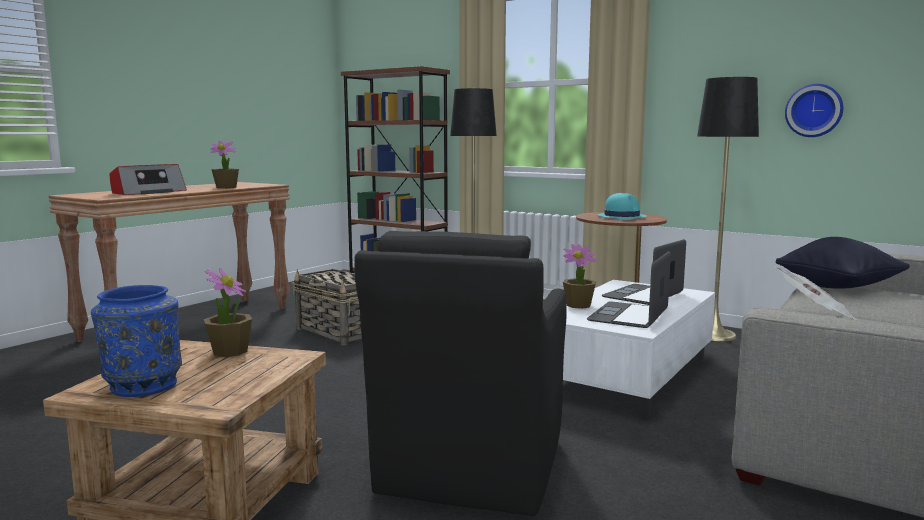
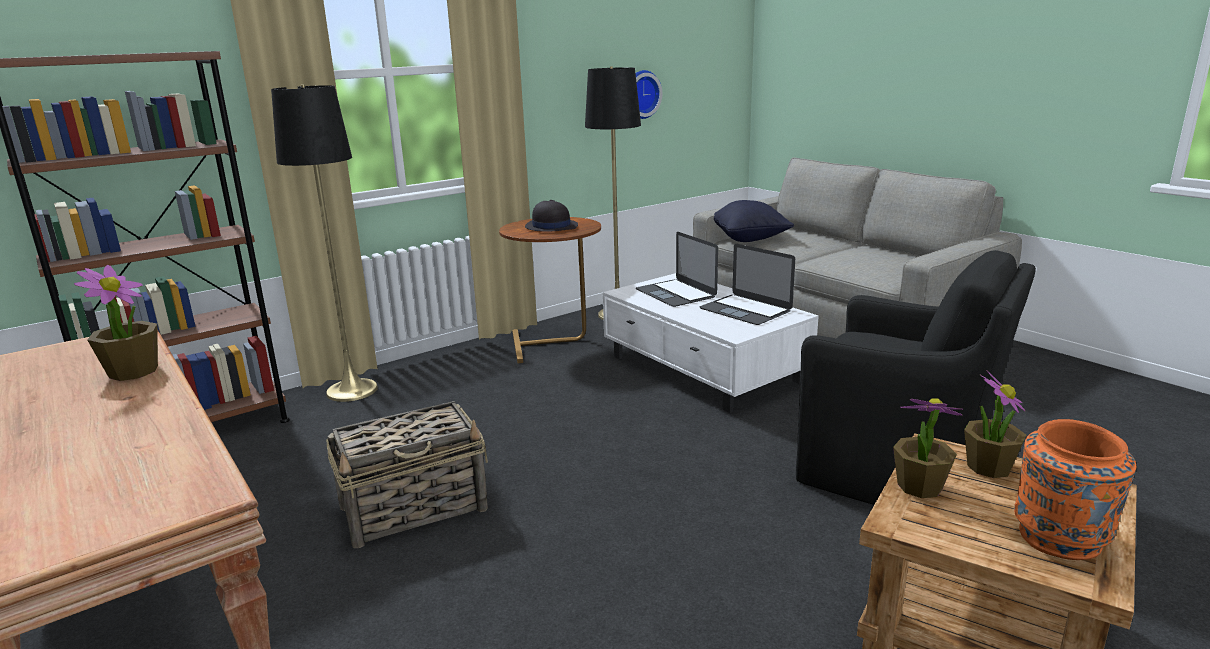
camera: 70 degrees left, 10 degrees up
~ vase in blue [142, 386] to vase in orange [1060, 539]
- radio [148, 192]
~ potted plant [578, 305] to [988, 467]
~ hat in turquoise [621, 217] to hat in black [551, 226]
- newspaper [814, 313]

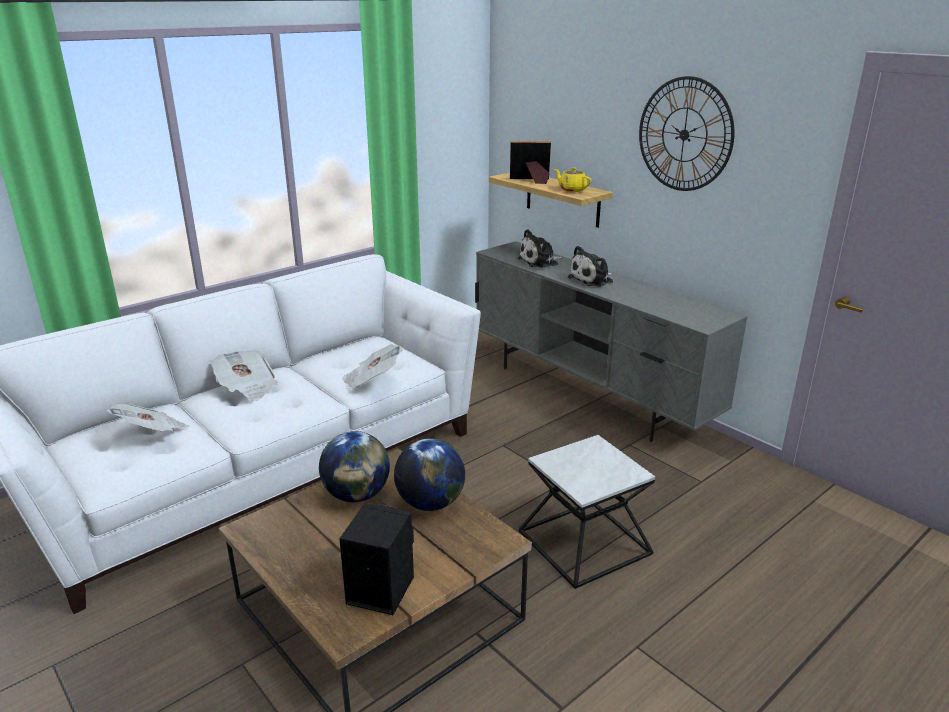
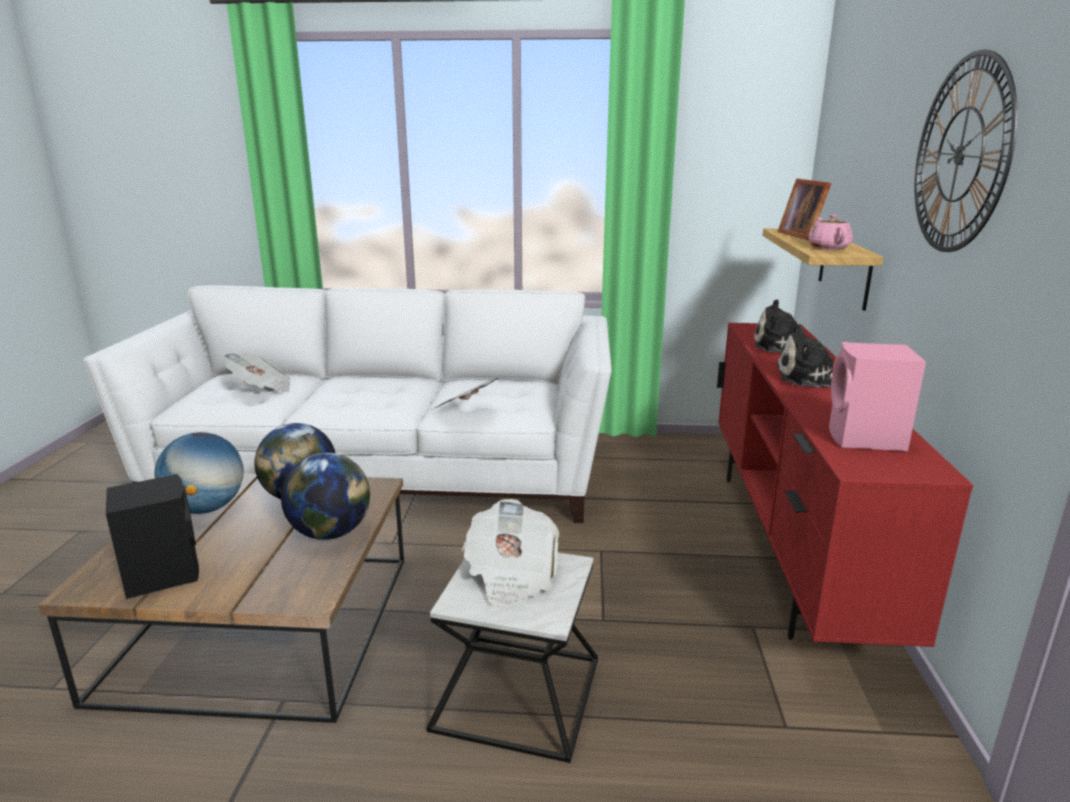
camera: 45 degrees right, 5 degrees down
~ newspaper [247, 387] to [511, 575]
~ tv stand in grey [589, 394] to tv stand in red [791, 548]
~ picture frame [531, 180] = [802, 236] 150 degrees counterclockwise
~ teapot in yellow [572, 190] to teapot in pink [828, 247]
+ globe [206, 508]
+ speaker in pink [866, 439]

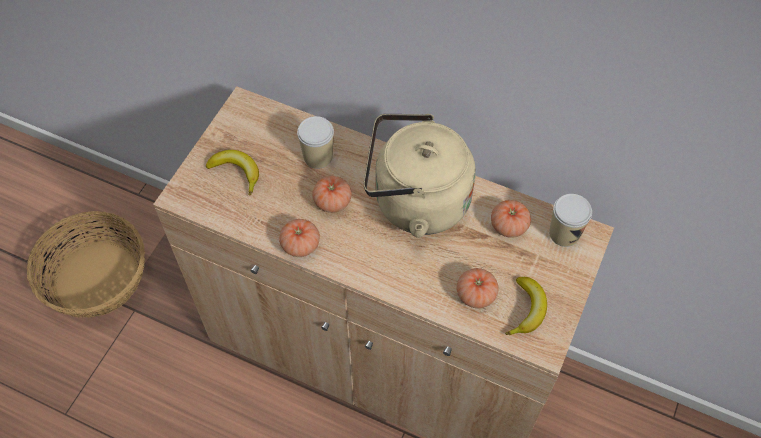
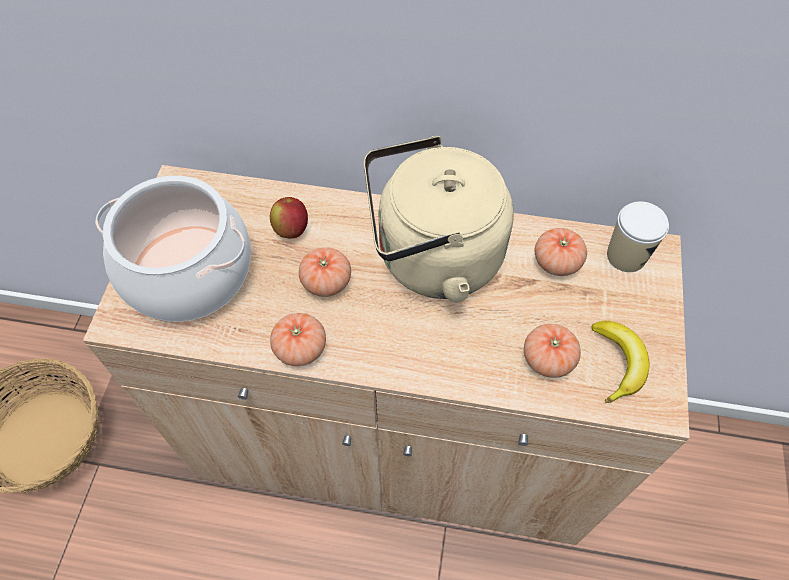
camera: 15 degrees left, 0 degrees up
~ banana [236, 172] to cooking pot [189, 272]
~ cup [318, 157] to apple [291, 229]

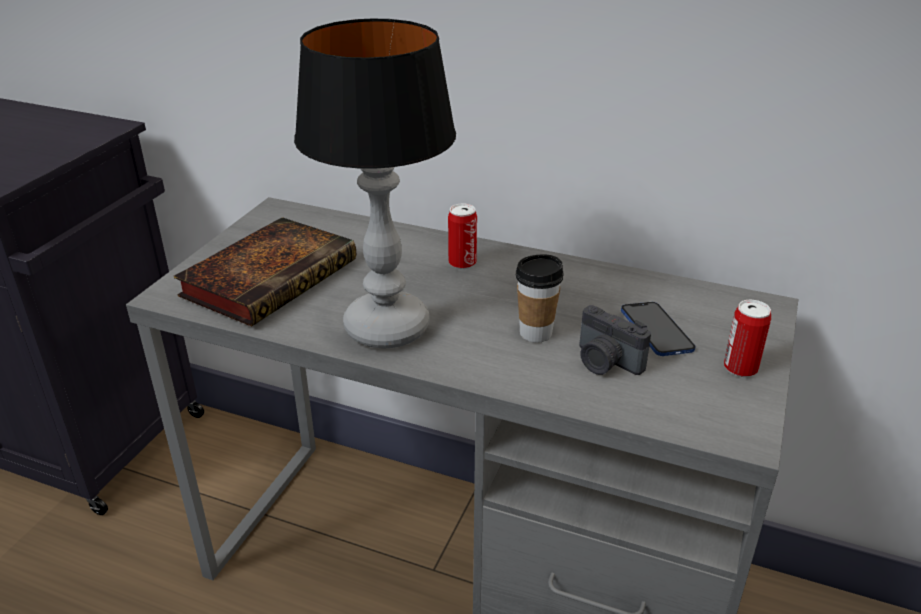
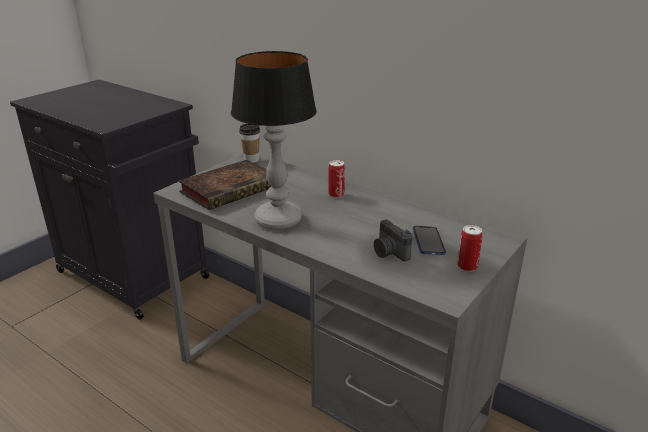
camera: 15 degrees right, 5 degrees down
~ cup [535, 333] to [251, 160]

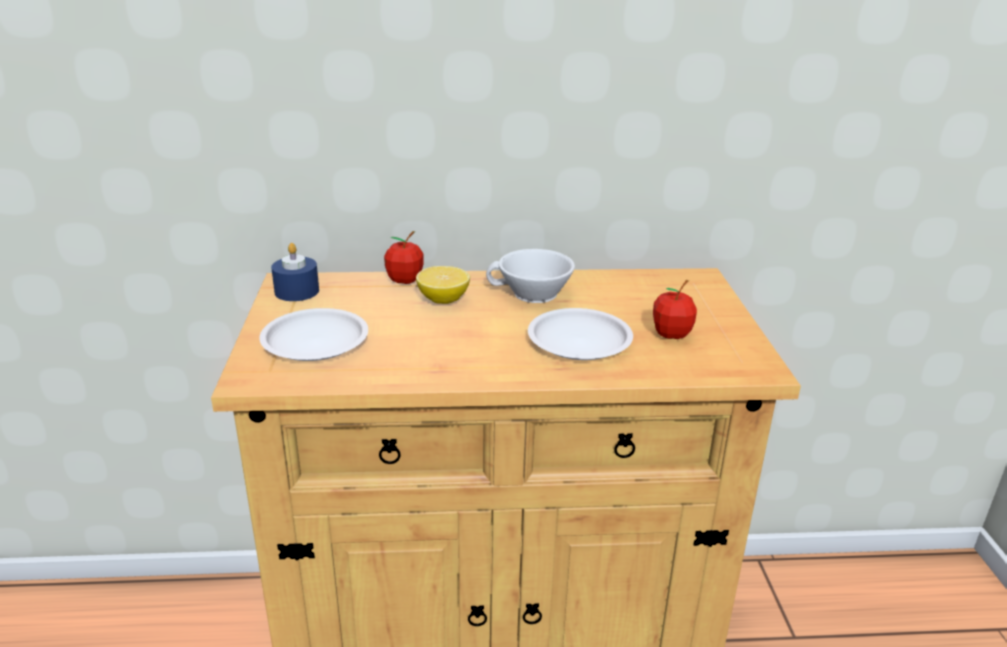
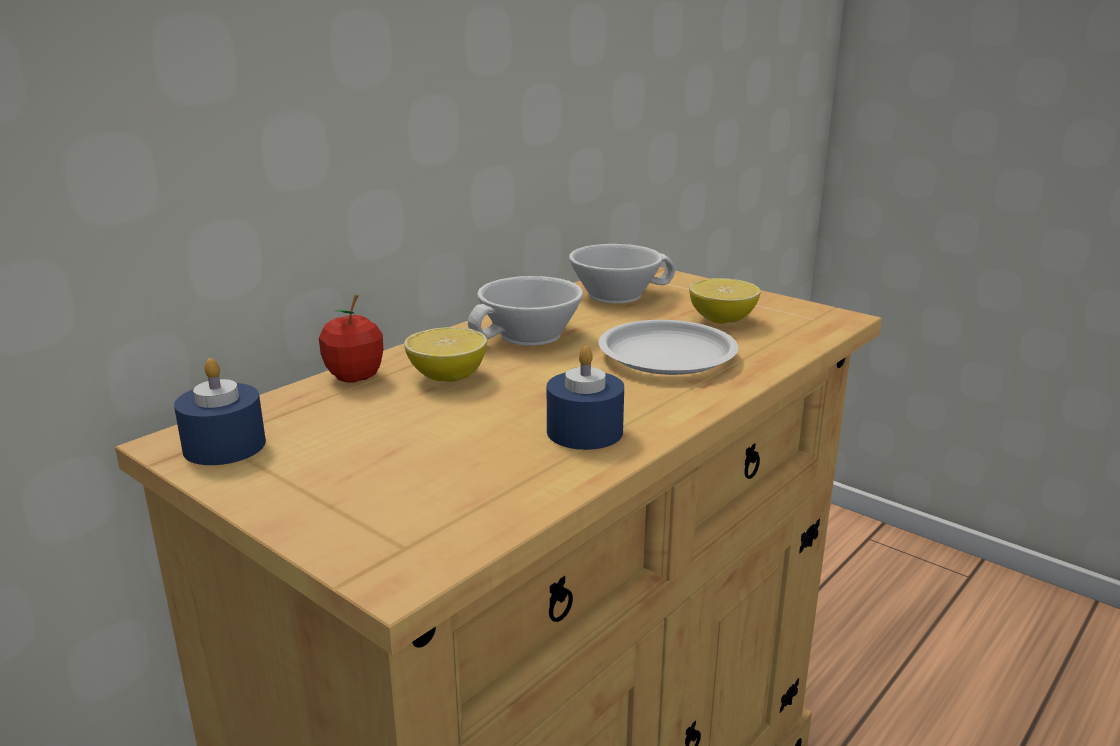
camera: 45 degrees left, 5 degrees down
- plate in white [316, 341]
~ apple [671, 334] to lemon [722, 320]
+ candle in blue [584, 431]
+ cup in white [616, 293]

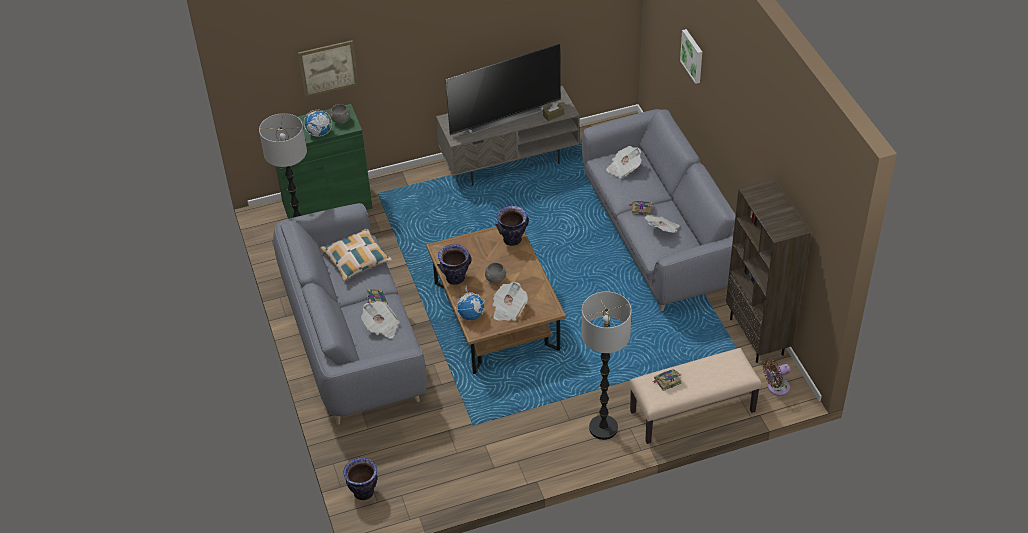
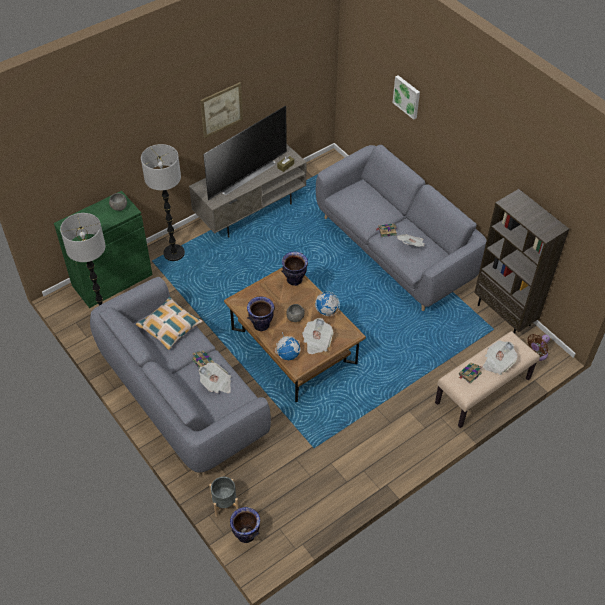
camera: 20 degrees left, 5 degrees up
~ picture [328, 68] to [221, 110]
~ globe [319, 133] to [326, 311]
~ floor lamp [603, 428] to [174, 253]
~ newspaper [623, 169] to [497, 362]
+ planter in grey [225, 503]

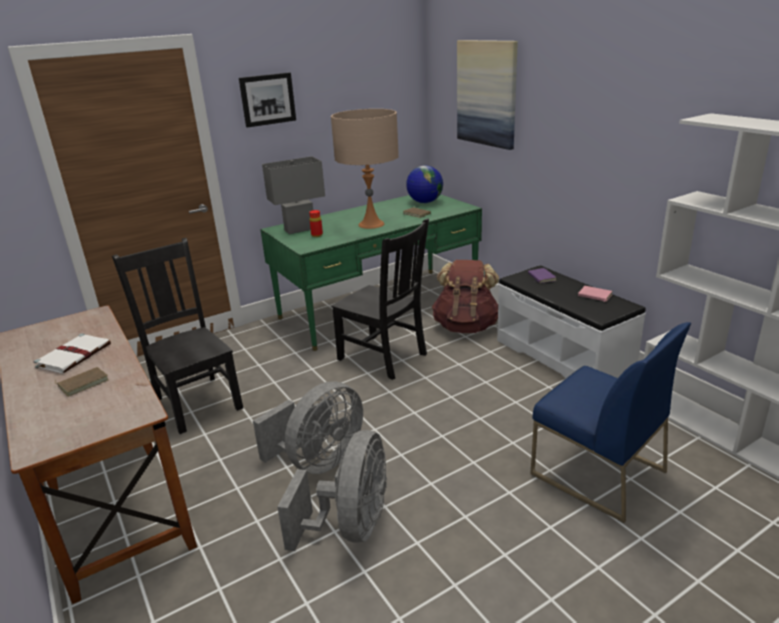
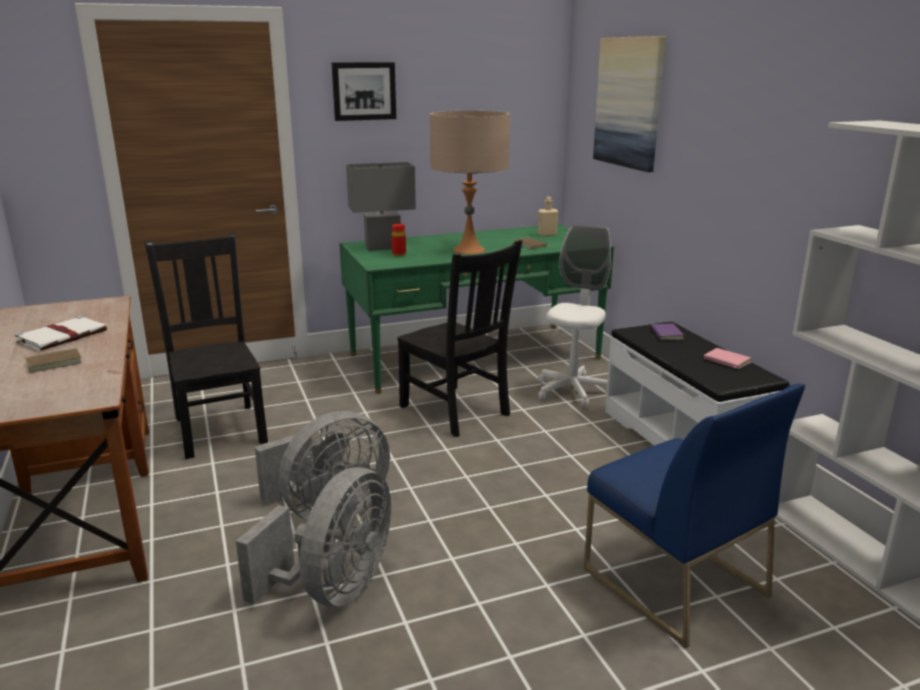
camera: 10 degrees right, 5 degrees down
~ globe [425, 202] to bottle in beige [547, 235]
~ backpack in brown [466, 326] to office chair in white [572, 391]

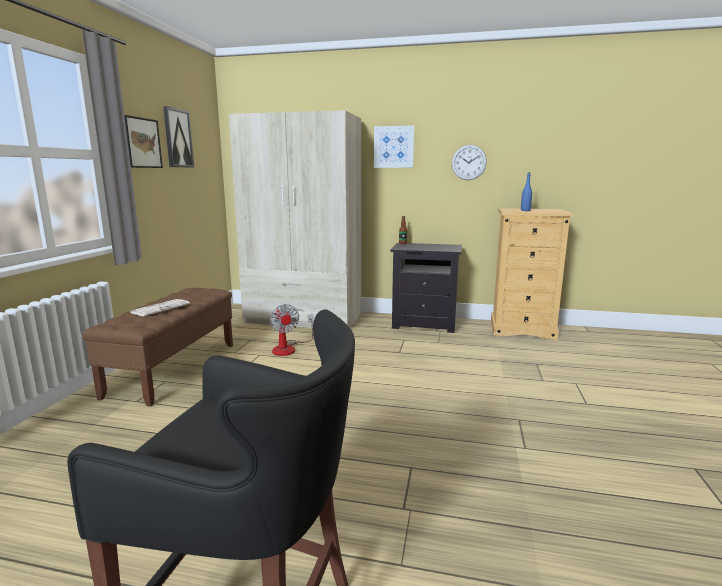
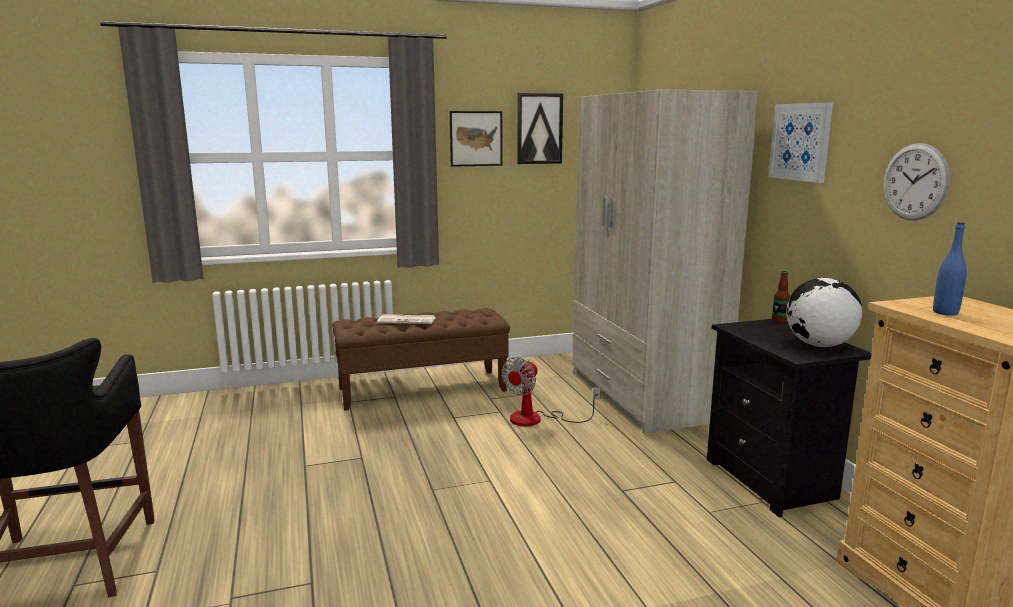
camera: 60 degrees right, 0 degrees up
+ globe [818, 345]

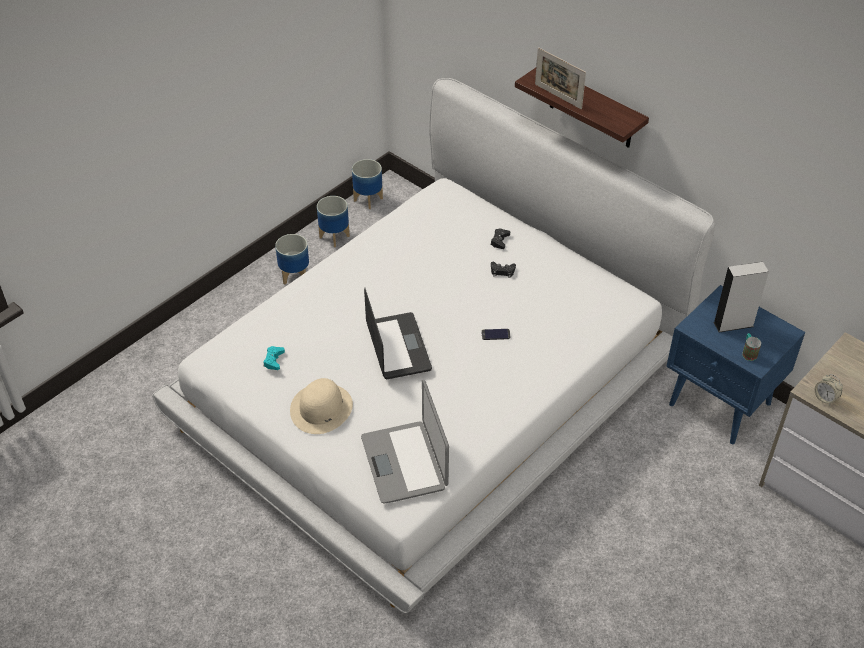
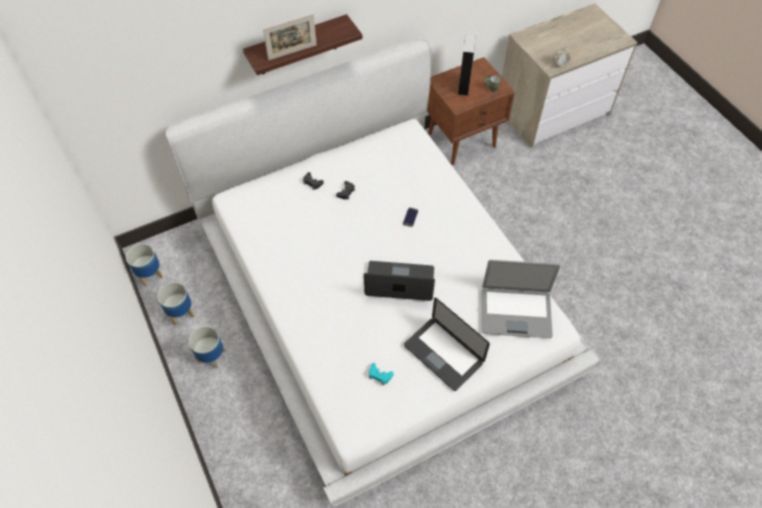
camera: 70 degrees left, 10 degrees up
~ hat in beige [321, 408] to laptop [443, 354]
~ nightstand in blue [720, 405] to nightstand in brown [463, 140]

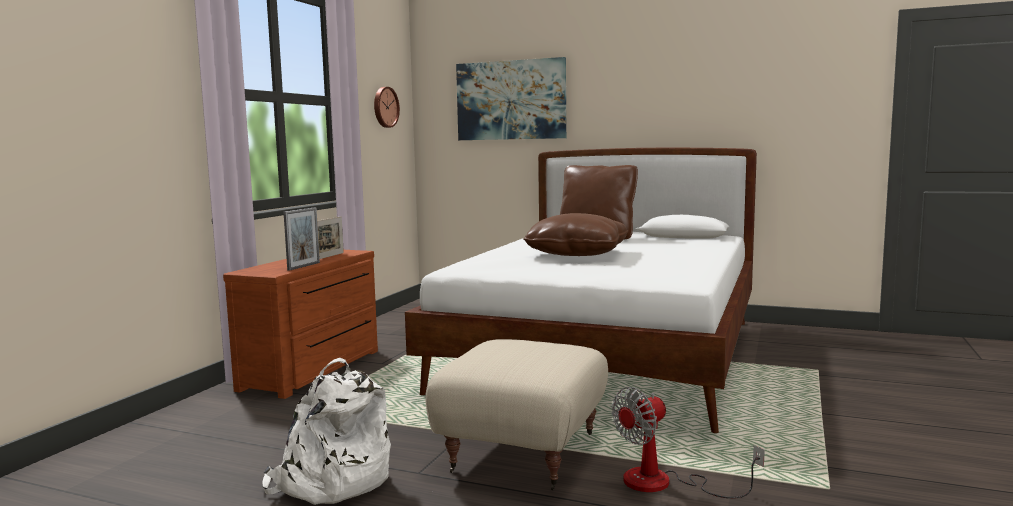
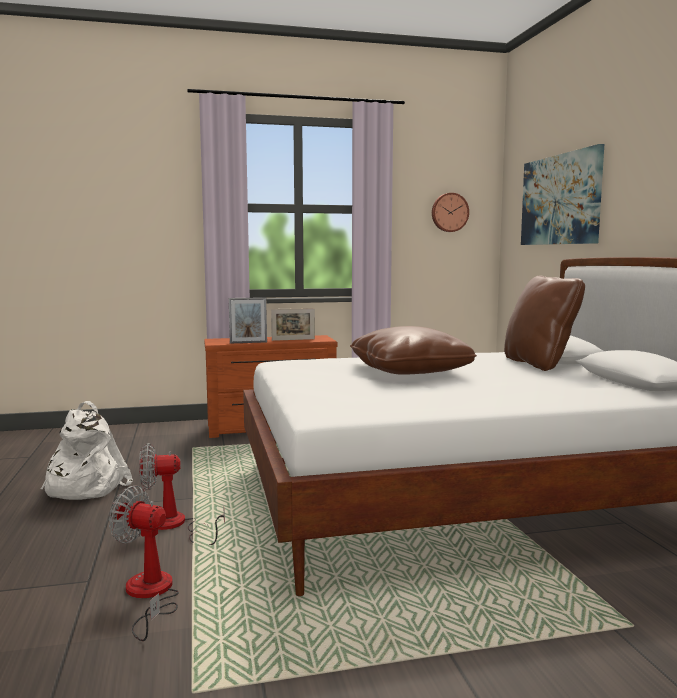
camera: 55 degrees right, 0 degrees up
~ ottoman in beige [524, 452] to fan [175, 525]

